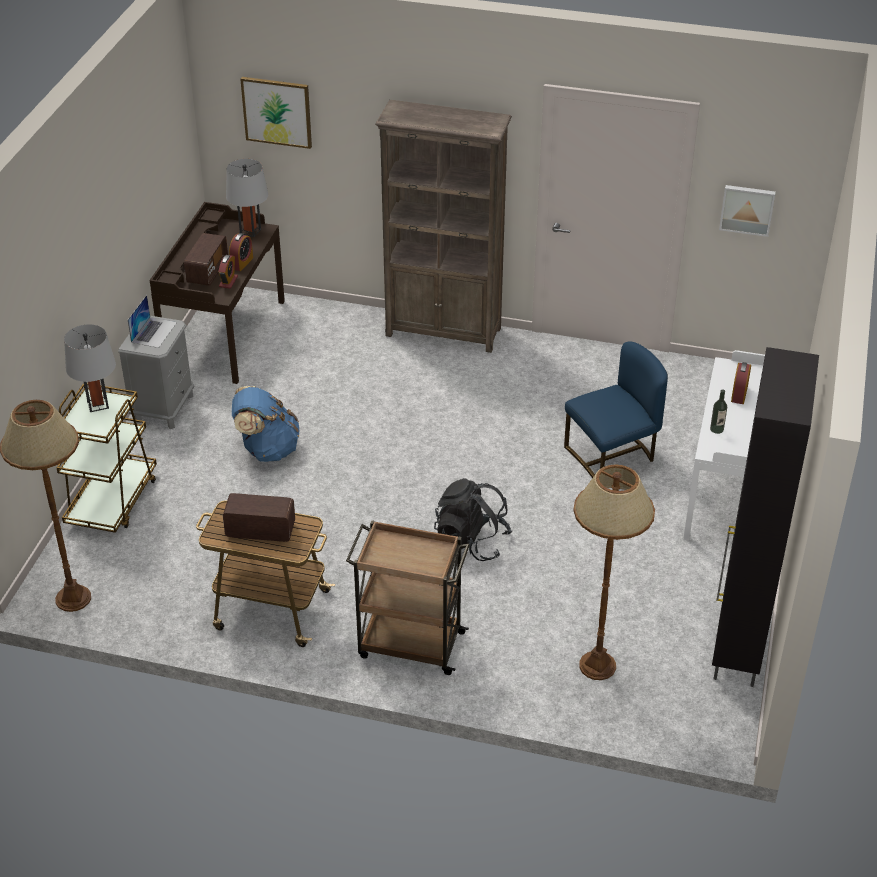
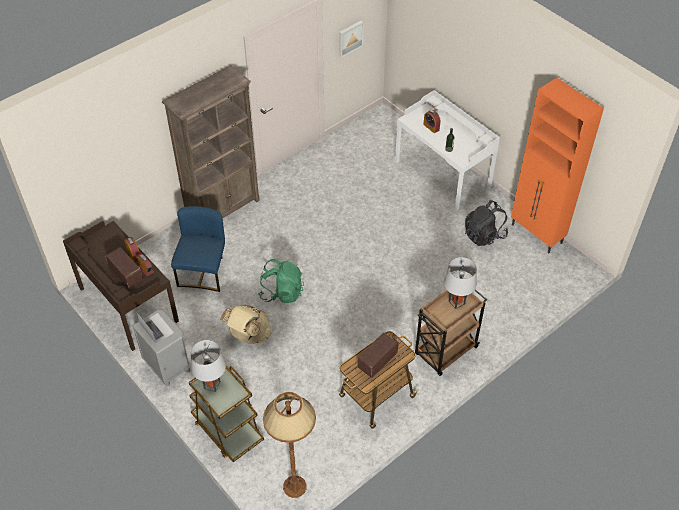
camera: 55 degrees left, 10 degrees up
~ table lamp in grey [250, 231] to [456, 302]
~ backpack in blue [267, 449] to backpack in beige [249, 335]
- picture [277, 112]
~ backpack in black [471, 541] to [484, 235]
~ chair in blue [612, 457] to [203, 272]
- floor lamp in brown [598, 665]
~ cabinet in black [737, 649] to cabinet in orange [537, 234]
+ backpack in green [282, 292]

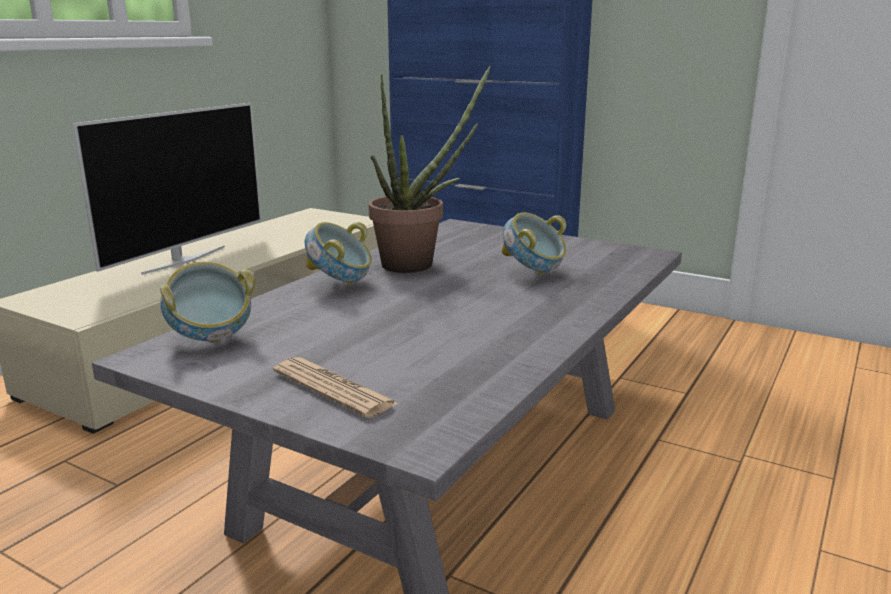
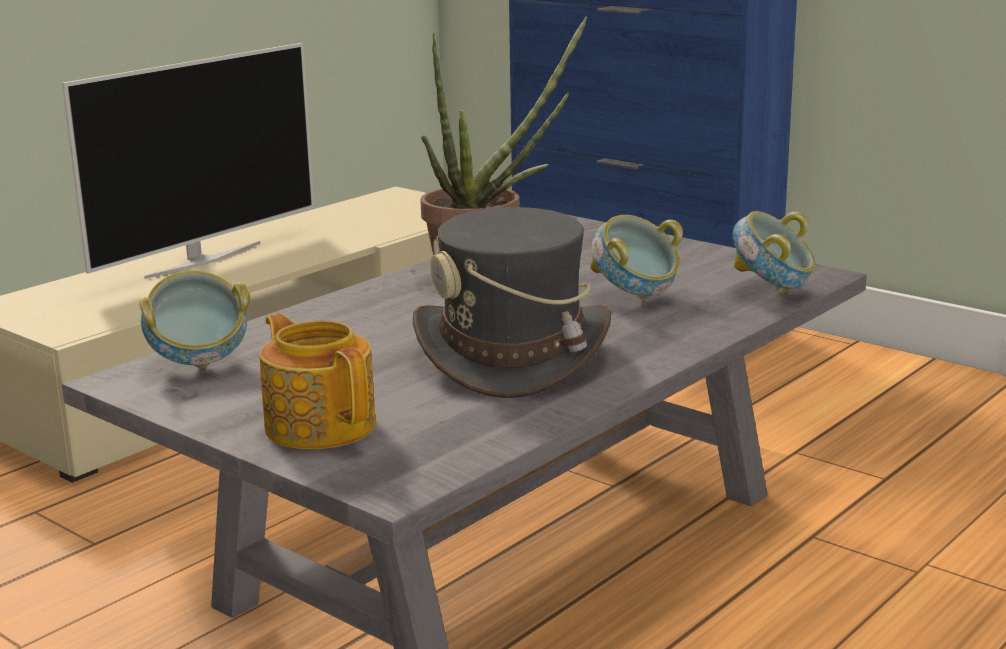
camera: 10 degrees right, 0 degrees up
~ newspaper [333, 388] to teapot [320, 425]
~ bowl [340, 284] to [772, 292]
+ hat in grey [513, 355]

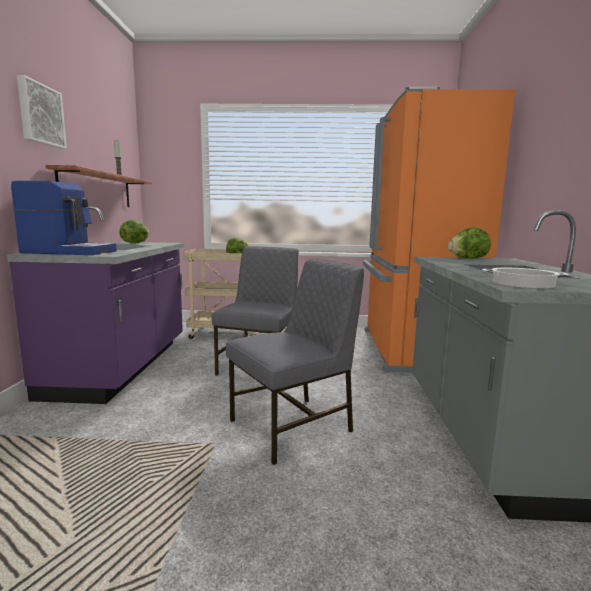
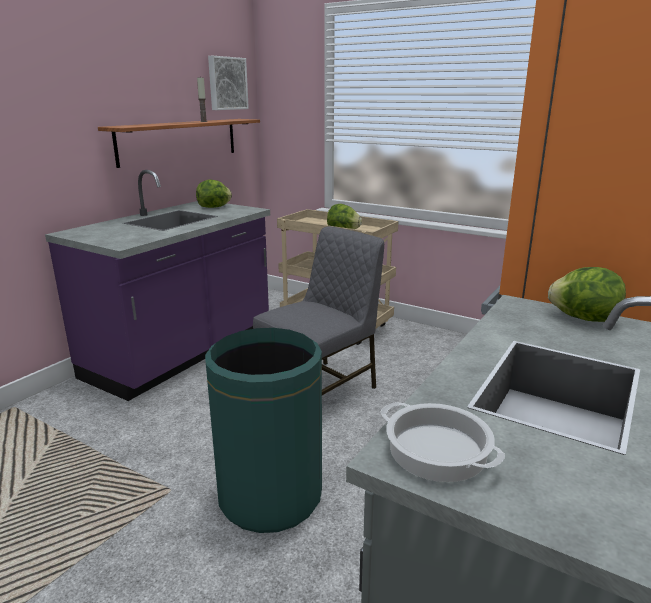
camera: 30 degrees right, 10 degrees up
- coffee machine [69, 252]
~ picture [40, 114] to [227, 83]
~ chair in grey [293, 426] to trash can in green [270, 496]

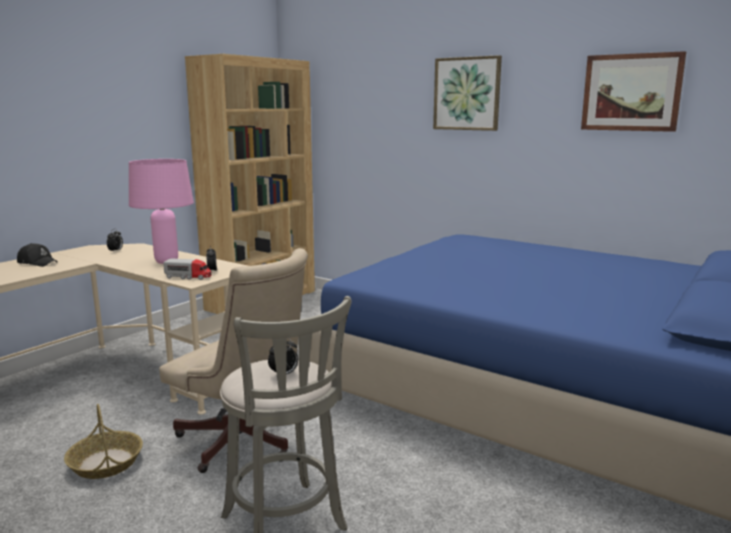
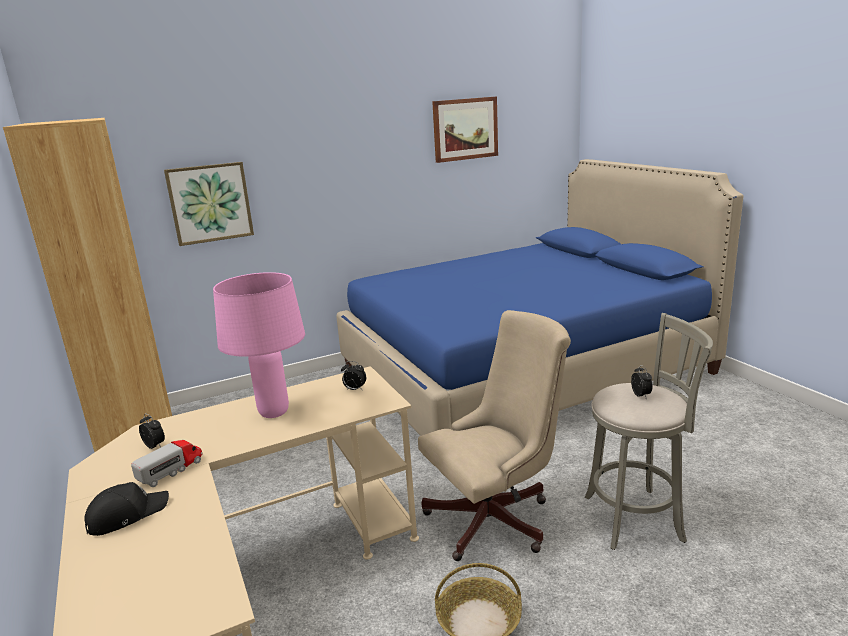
camera: 60 degrees left, 5 degrees up
~ toy truck [188, 277] to [171, 470]
~ picture [467, 94] to [210, 203]

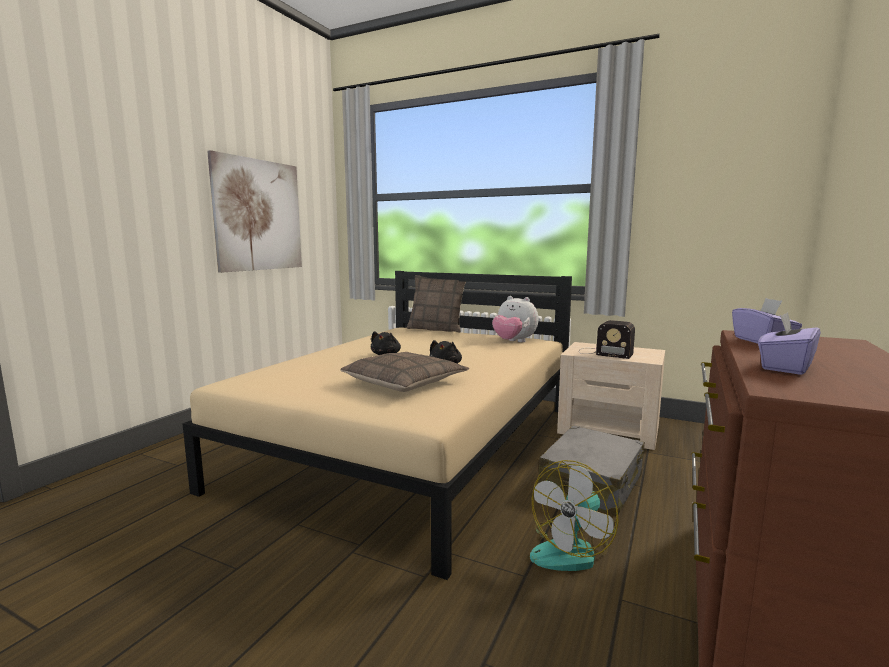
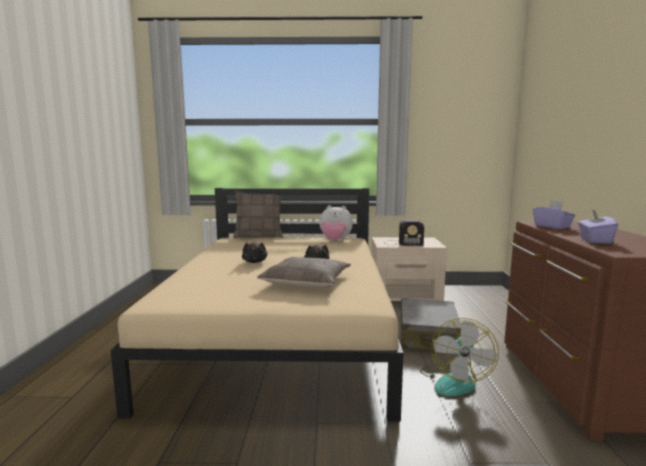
camera: 25 degrees left, 0 degrees up
- picture [258, 215]

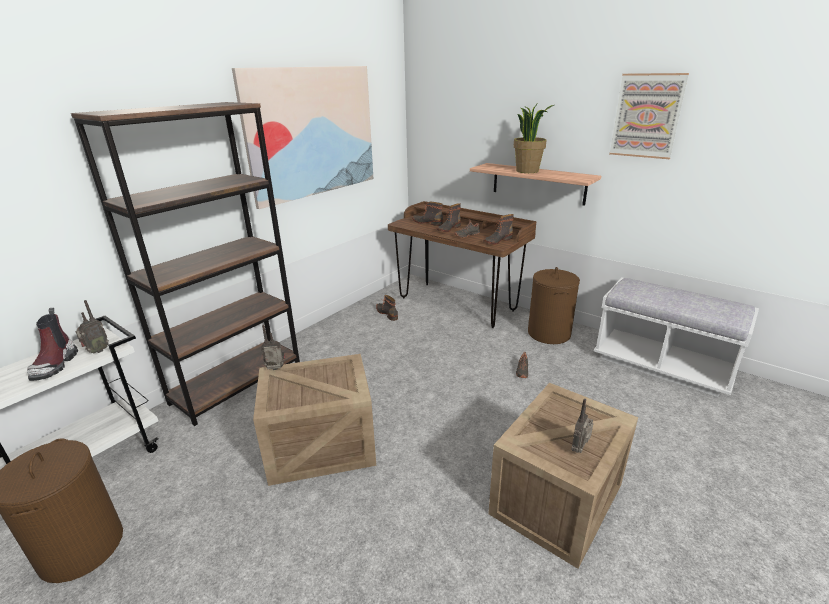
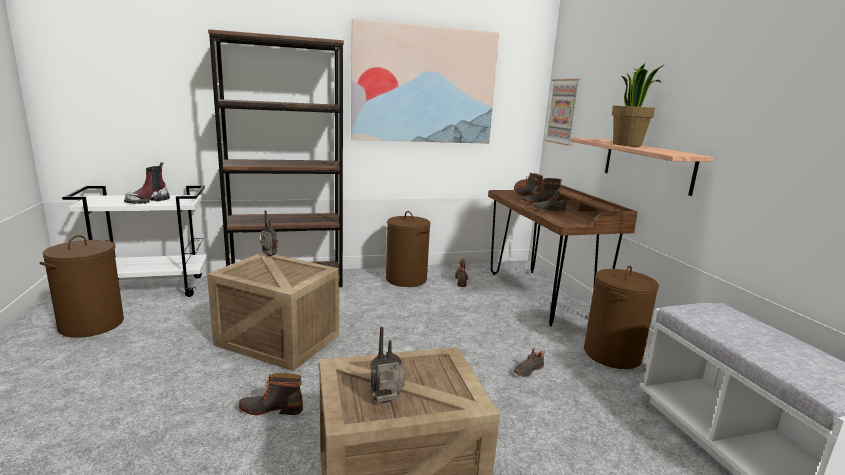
camera: 35 degrees right, 10 degrees down
- radio [97, 351]
~ boot [497, 240] to [271, 408]
~ picture [647, 116] to [563, 111]
+ laundry basket in brown [406, 279]

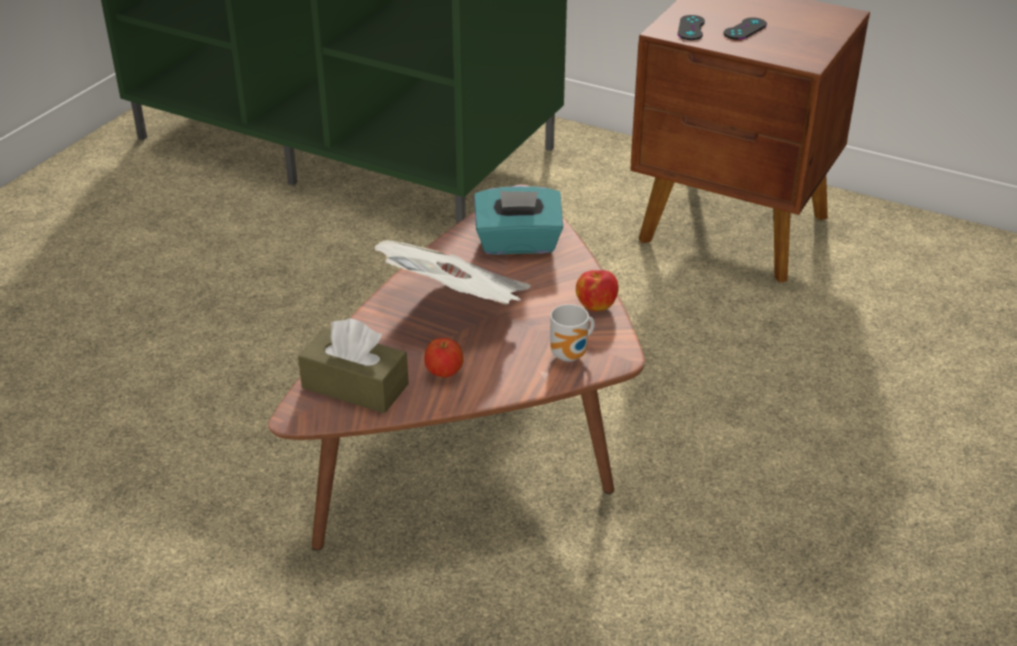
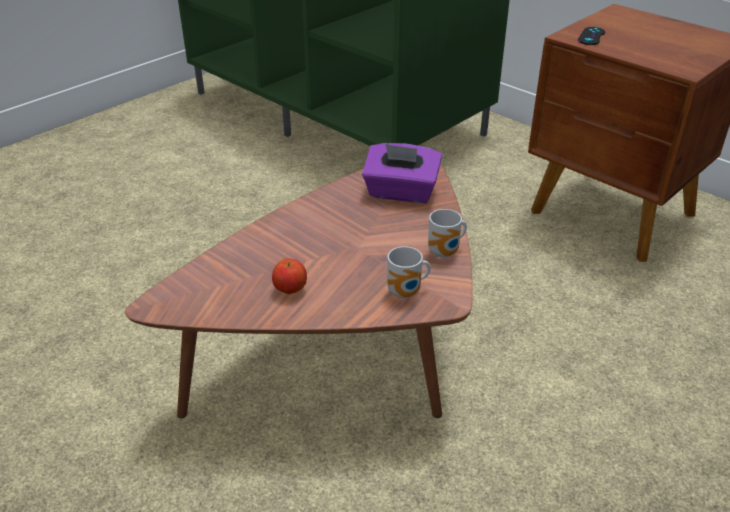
camera: 15 degrees right, 0 degrees up
- tissue box in brown [355, 386]
- newspaper [458, 305]
~ tissue box in turquoise [518, 244] to tissue box in purple [401, 192]
~ apple [596, 305] to mug [445, 253]
- game controller in black [745, 29]

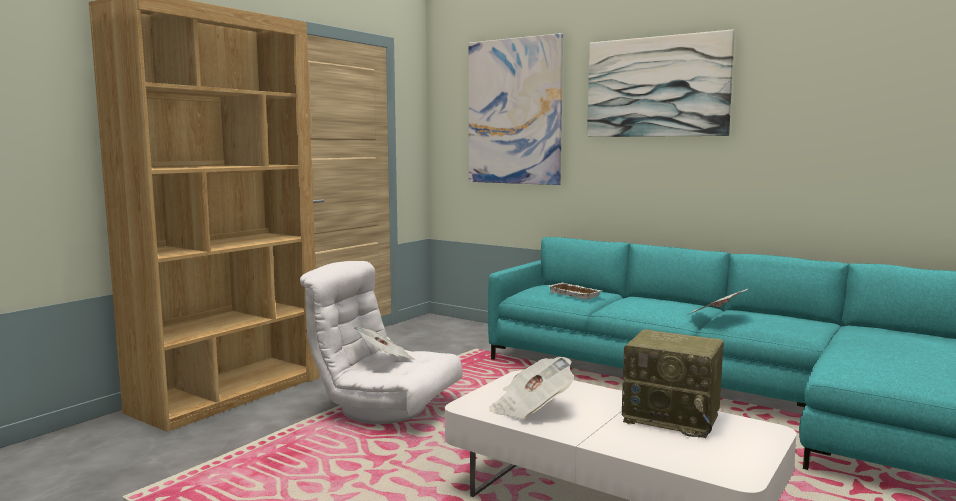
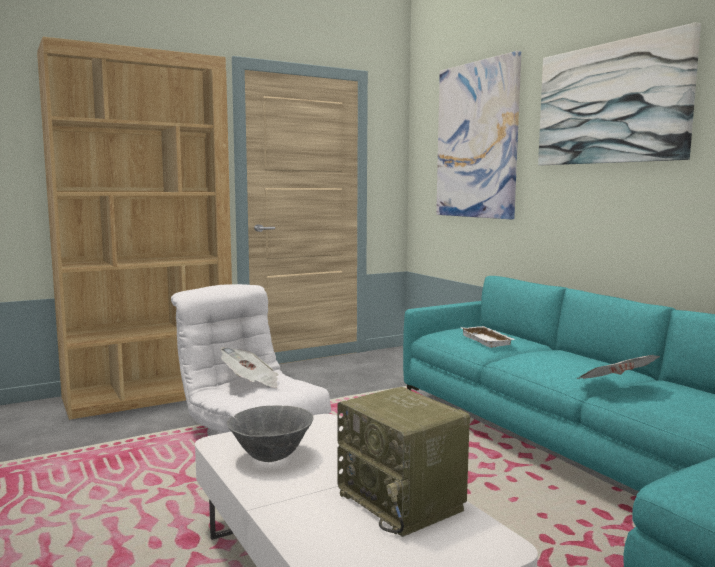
camera: 25 degrees right, 0 degrees up
~ newspaper [531, 409] to bowl in grey [271, 457]

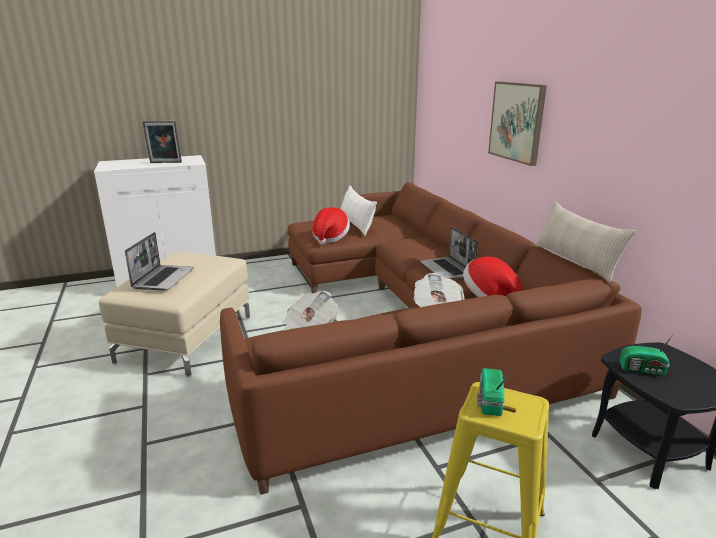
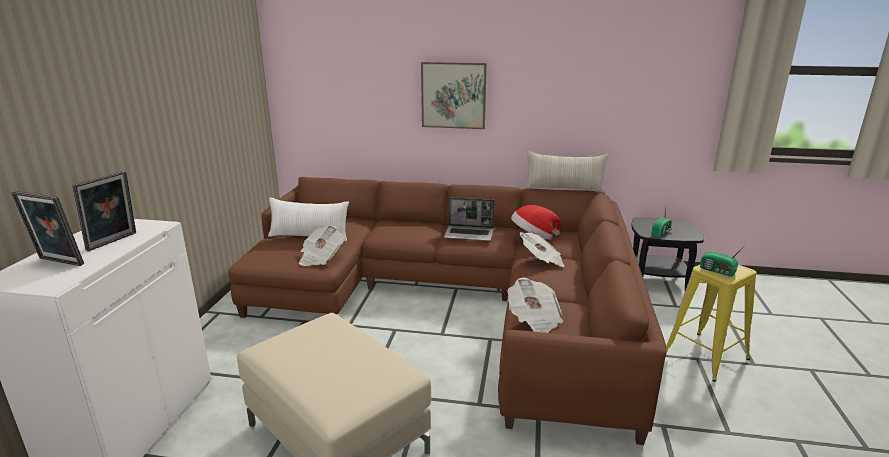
camera: 60 degrees left, 0 degrees up
- laptop [163, 278]
~ hat [330, 238] to newspaper [320, 257]
+ picture frame [58, 262]

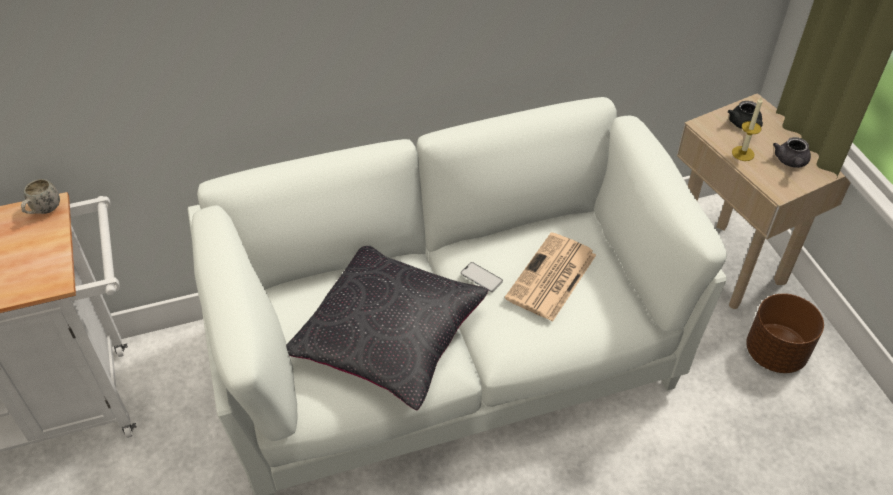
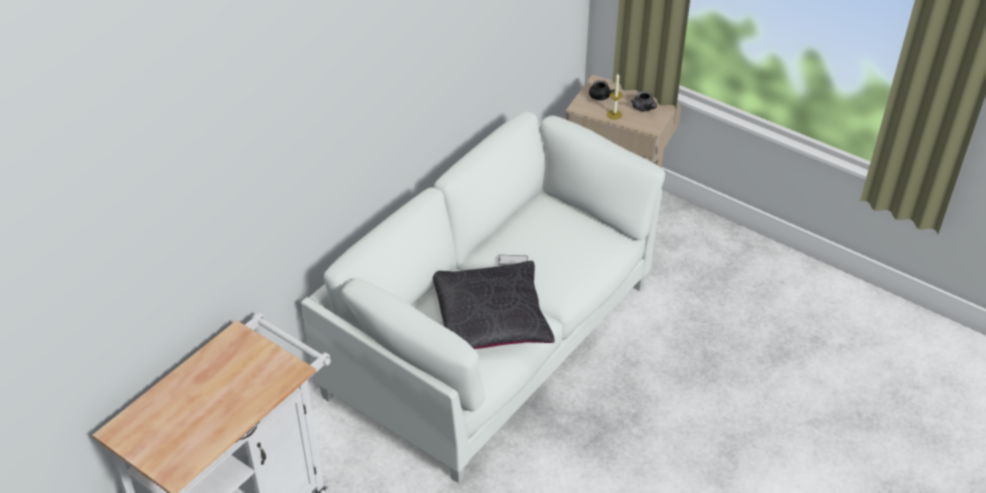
camera: 35 degrees left, 5 degrees down
- mug in white [43, 211]
- newspaper [551, 278]
- planter in brown [775, 353]

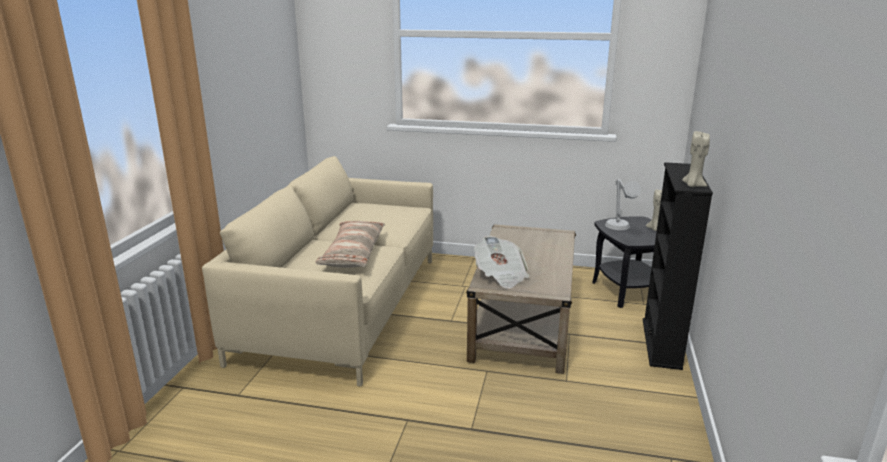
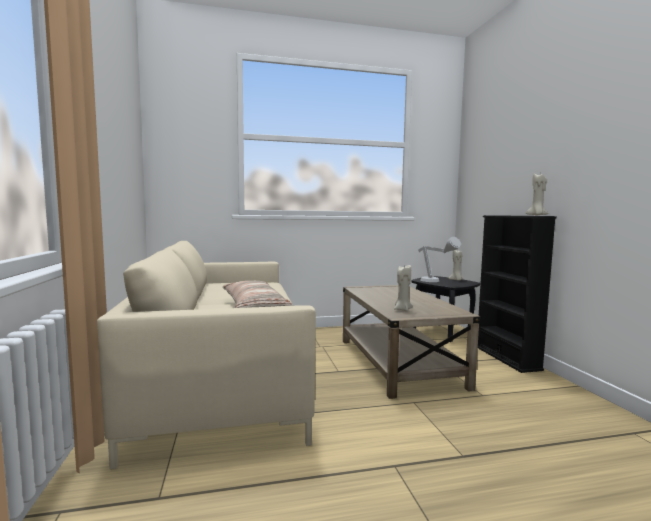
camera: 25 degrees left, 15 degrees down
~ newspaper [501, 276] to candle in beige [402, 309]

